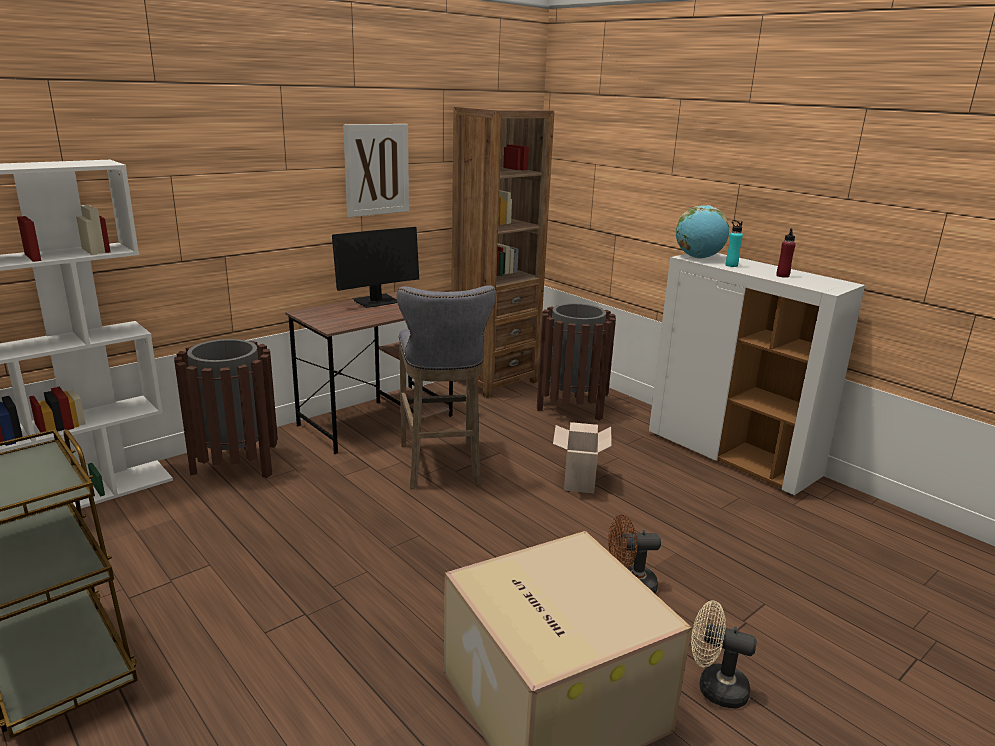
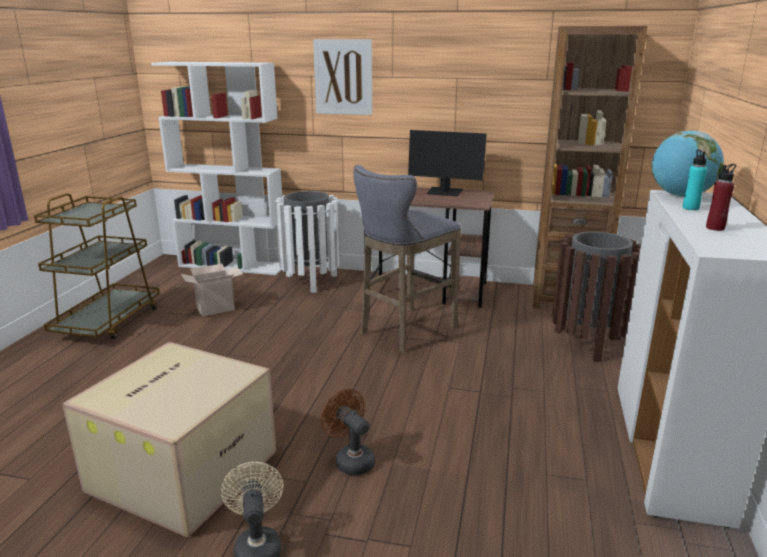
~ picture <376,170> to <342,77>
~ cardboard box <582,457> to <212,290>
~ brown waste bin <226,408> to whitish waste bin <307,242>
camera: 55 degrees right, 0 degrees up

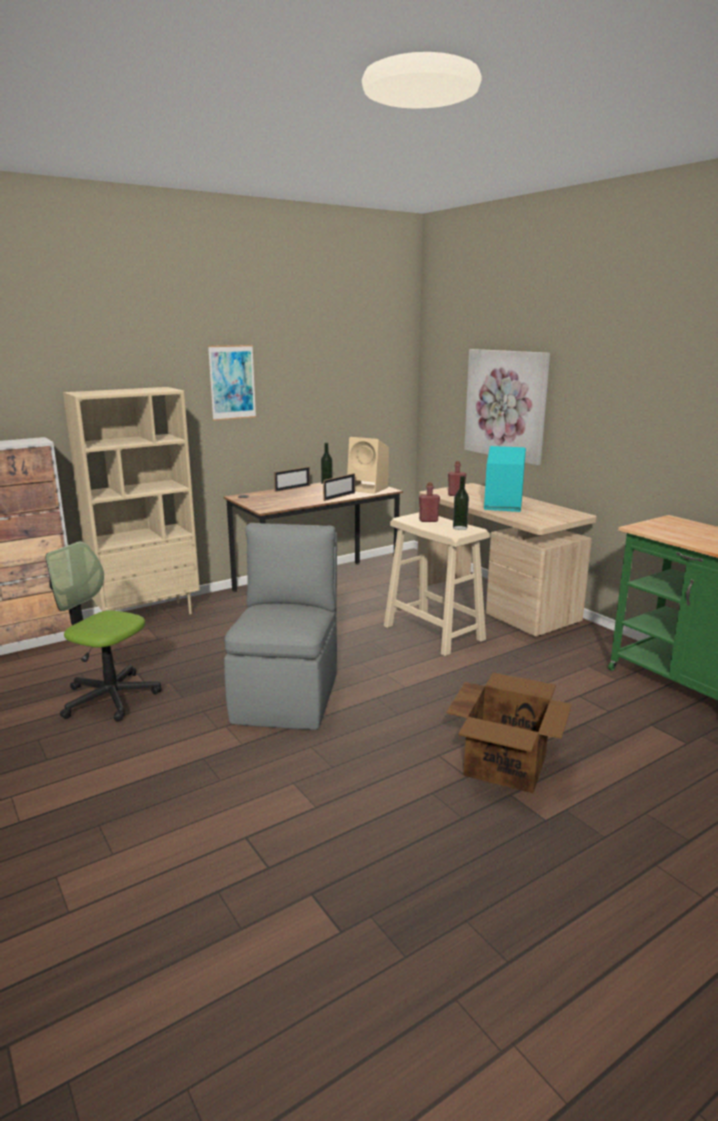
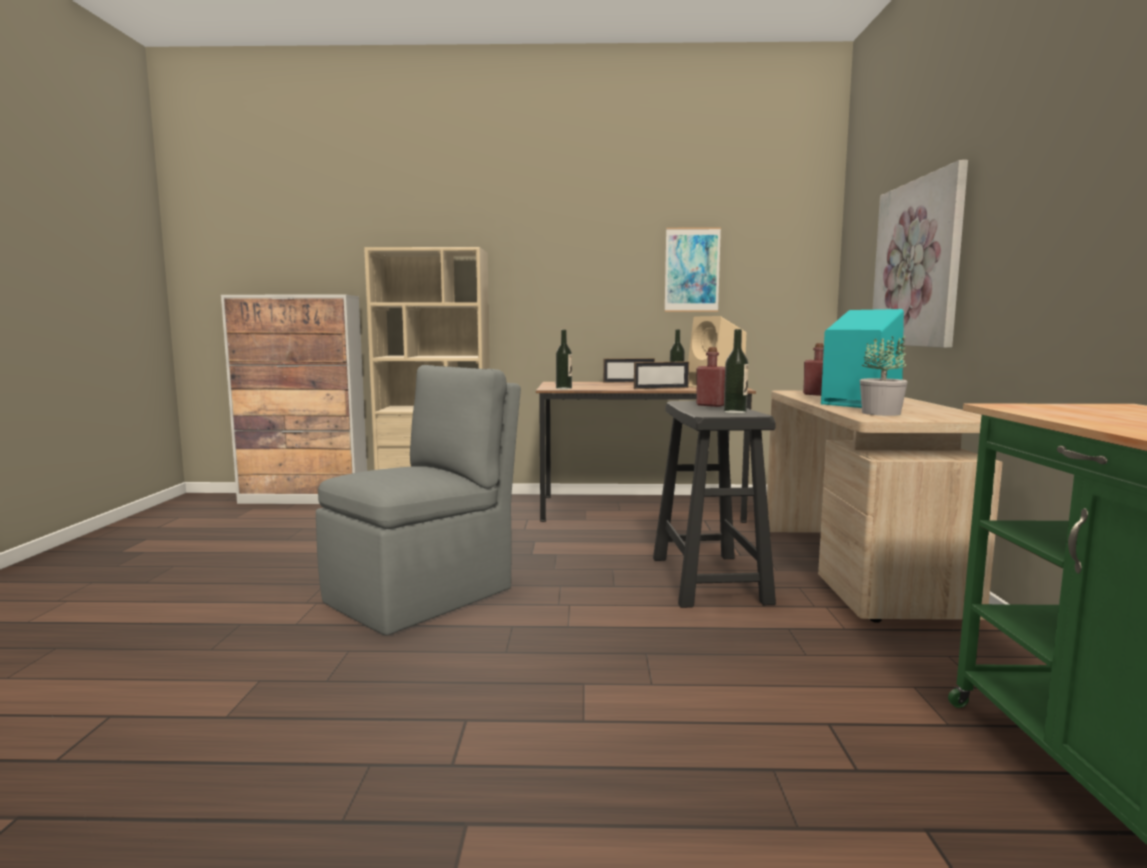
- desk chair <104,631>
- cardboard box <509,733>
+ beverage bottle <564,359>
+ potted plant <884,376>
~ picture <232,383> to <692,270>
~ beige-coloured stool seat <437,584> to black stool seat <714,504>
camera: 35 degrees right, 10 degrees down

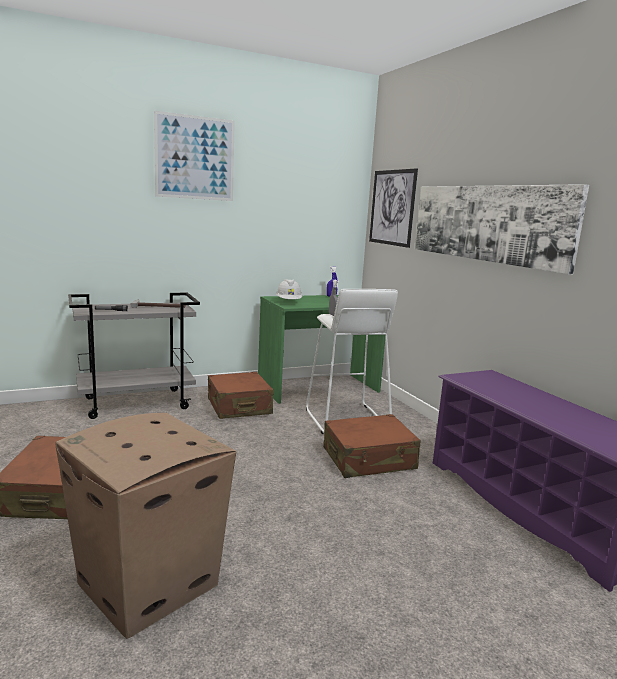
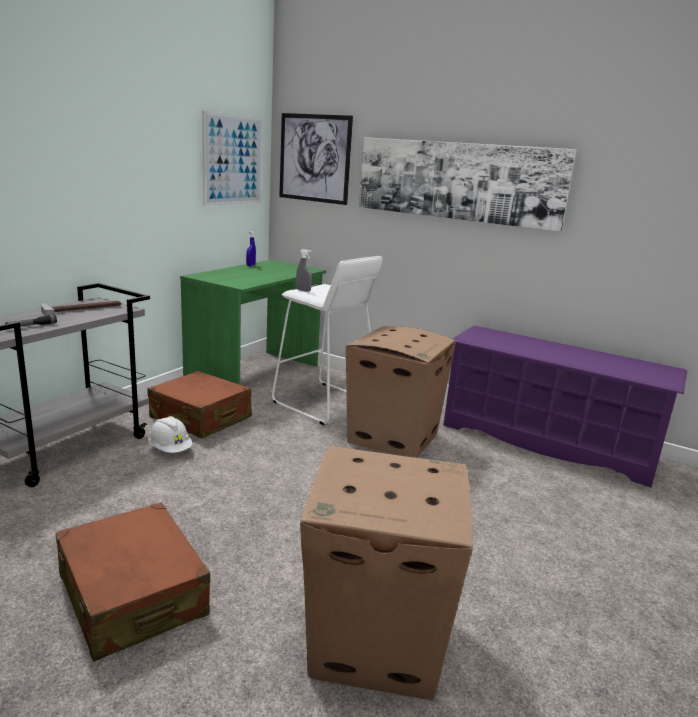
~ picture <194,156> to <232,158>
~ whitish hard hat <289,289> to <170,434>
~ brown travel case <372,446> to cardboard box <401,392>
camera: 35 degrees left, 5 degrees up

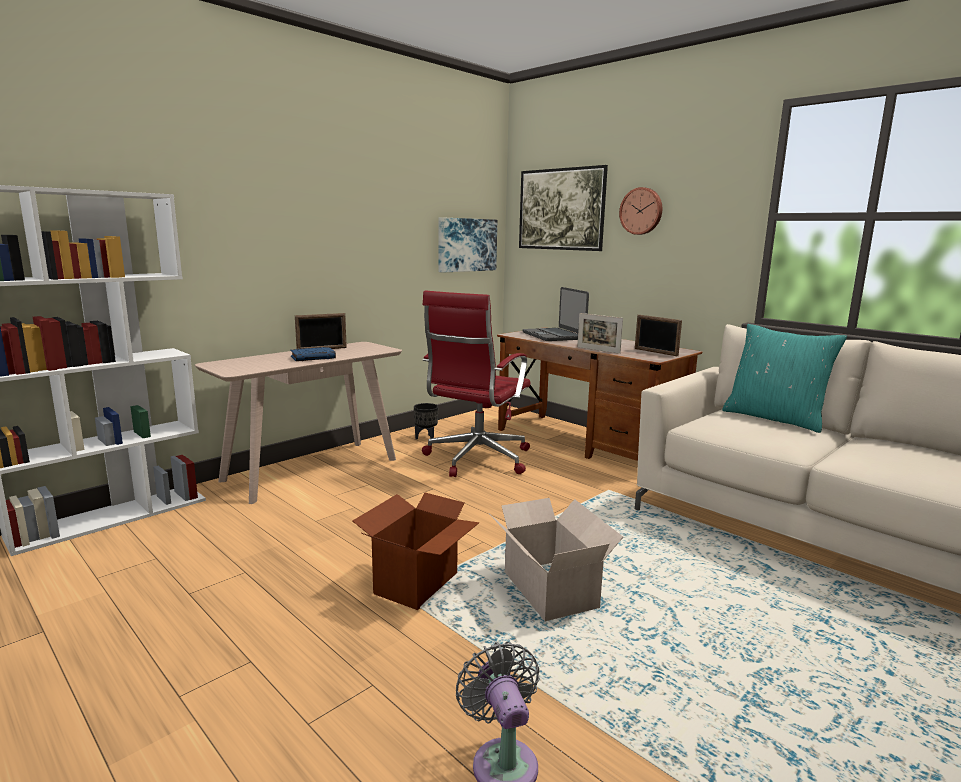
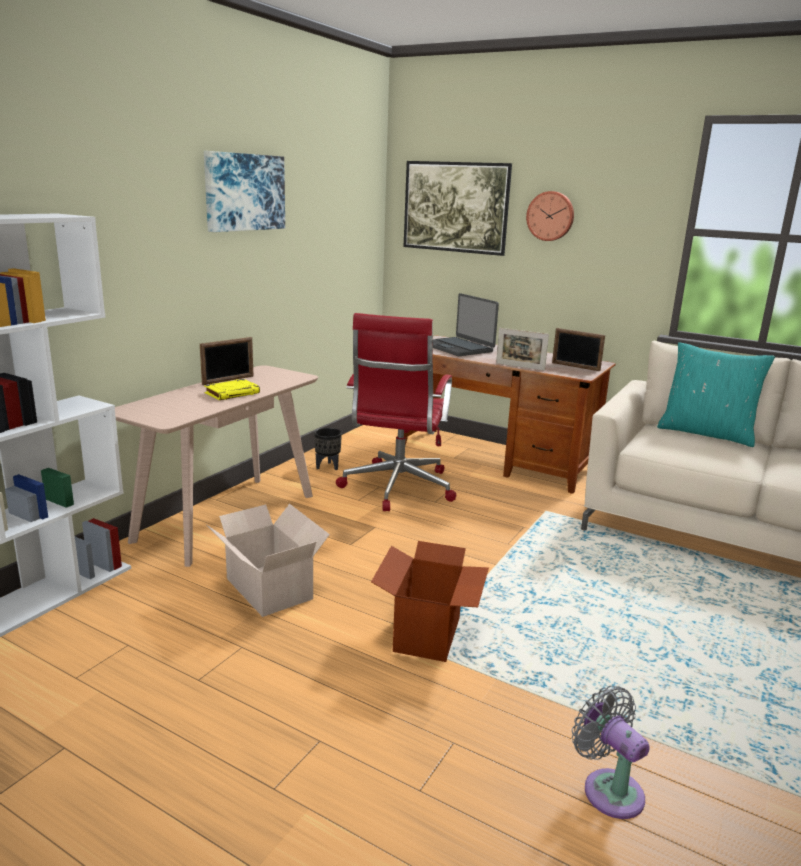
~ picture <467,245> to <244,191>
~ cardboard box <556,559> to <268,560>
~ bluish book <313,354> to yellow-coloured book <232,389>
camera: 15 degrees left, 5 degrees up

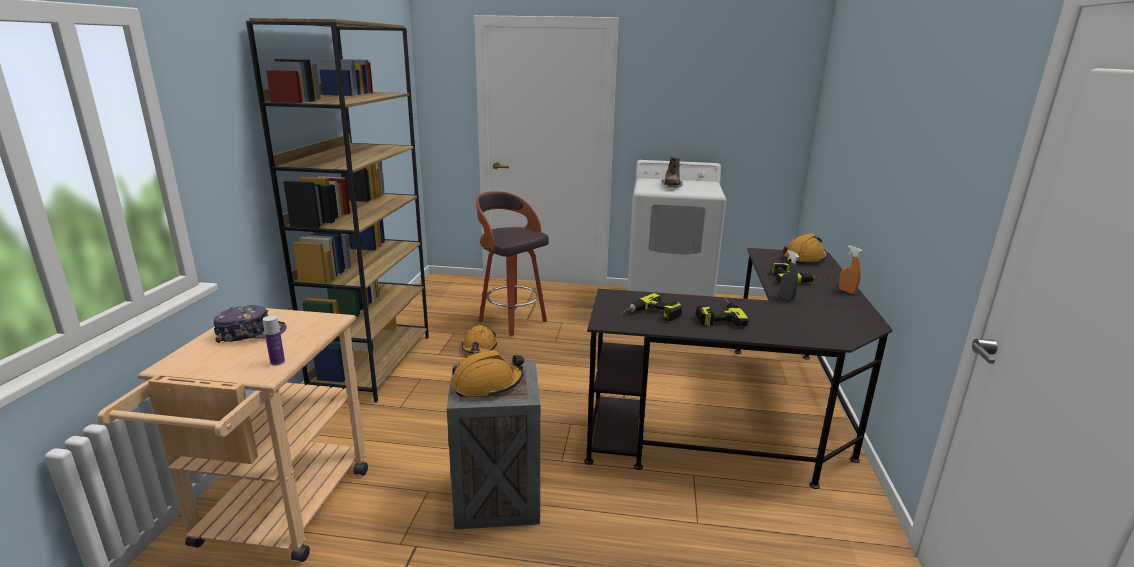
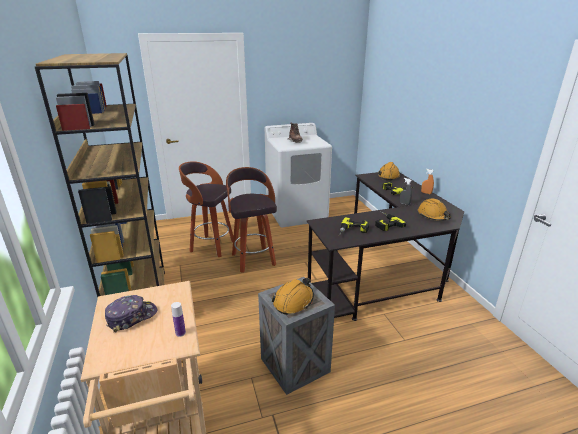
+ stool seat <251,220>
~ orange hard hat <479,339> to <434,209>
camera: 25 degrees left, 5 degrees up

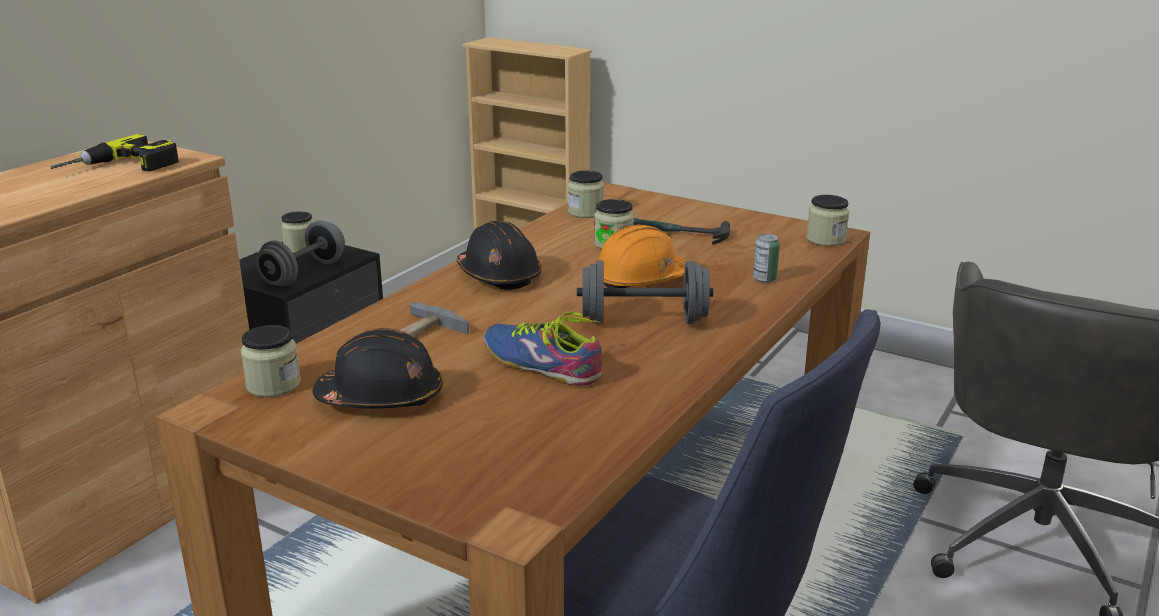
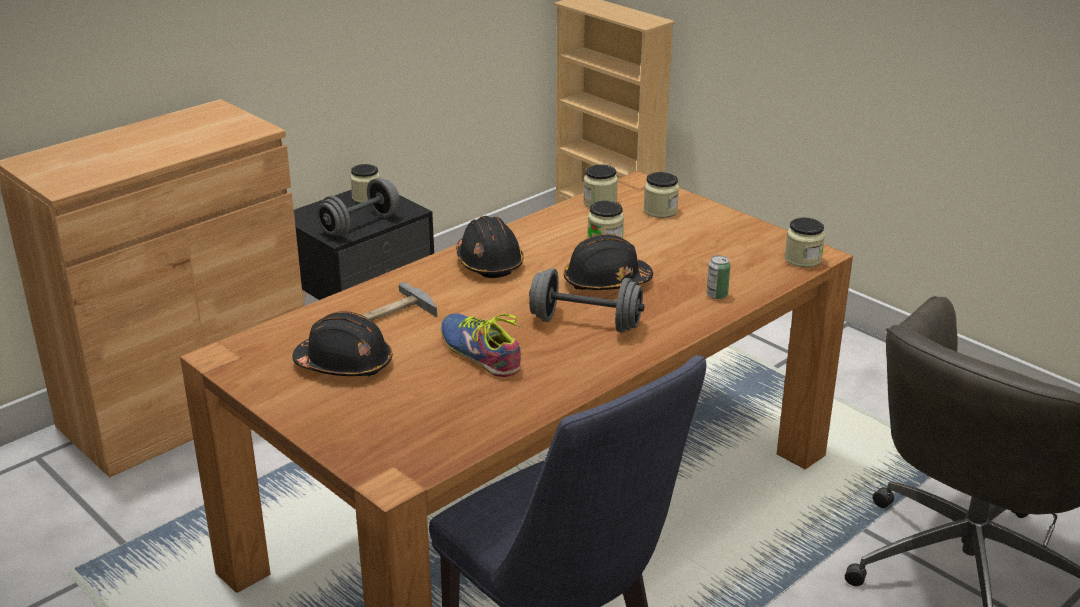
- power drill <115,152>
- hand hammer <682,231>
~ preserve jar <271,361> to <661,195>
~ orange hard hat <641,256> to black hard hat <608,262>
camera: 15 degrees right, 5 degrees up

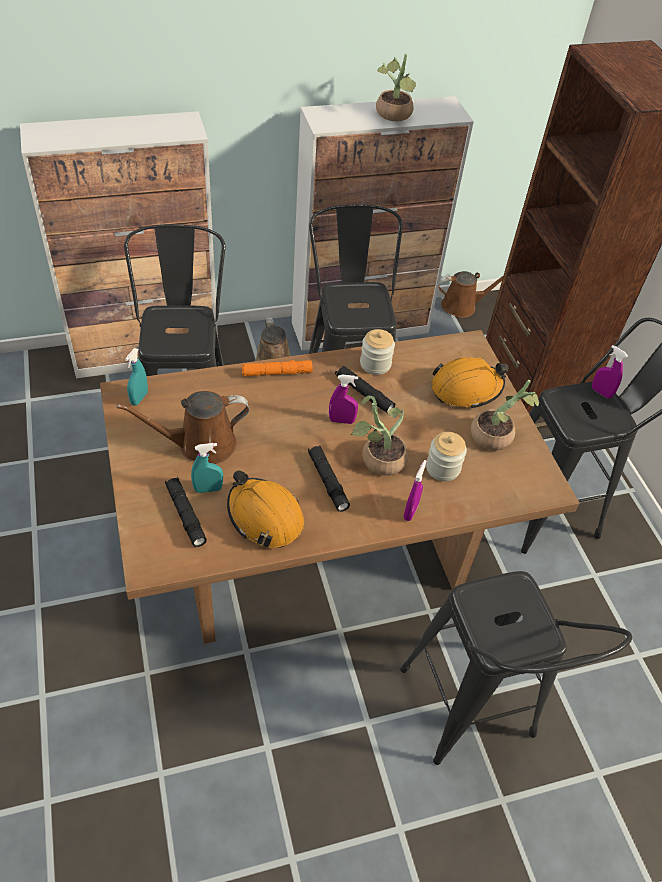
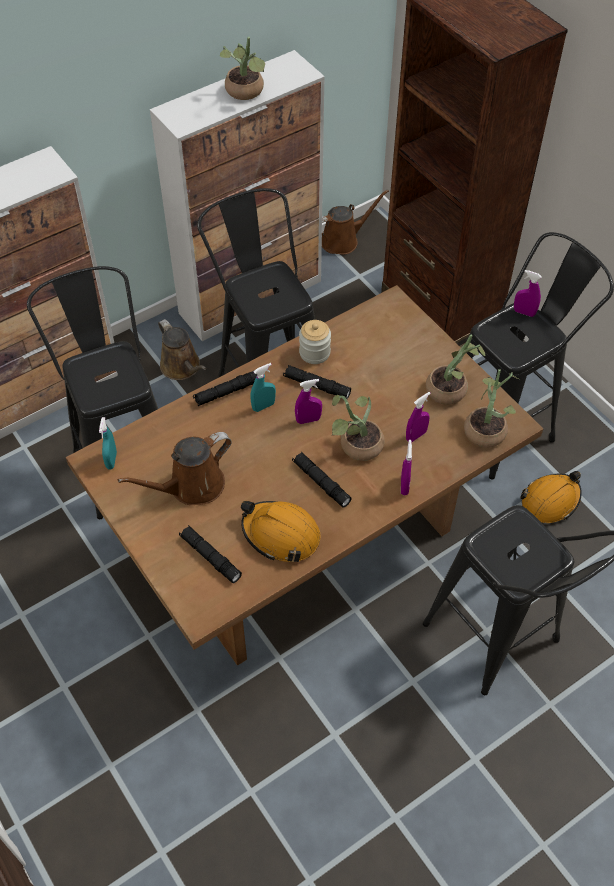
+ potted plant <491,408>
~ turquoise-coloured hand sprayer <207,468> to <263,387>
~ orange hard hat <470,383> to <551,497>
~ preserve jar <446,456> to purple hand sprayer <418,417>
~ orange flashlight <277,368> to black flashlight <225,388>
camera: 15 degrees left, 5 degrees up

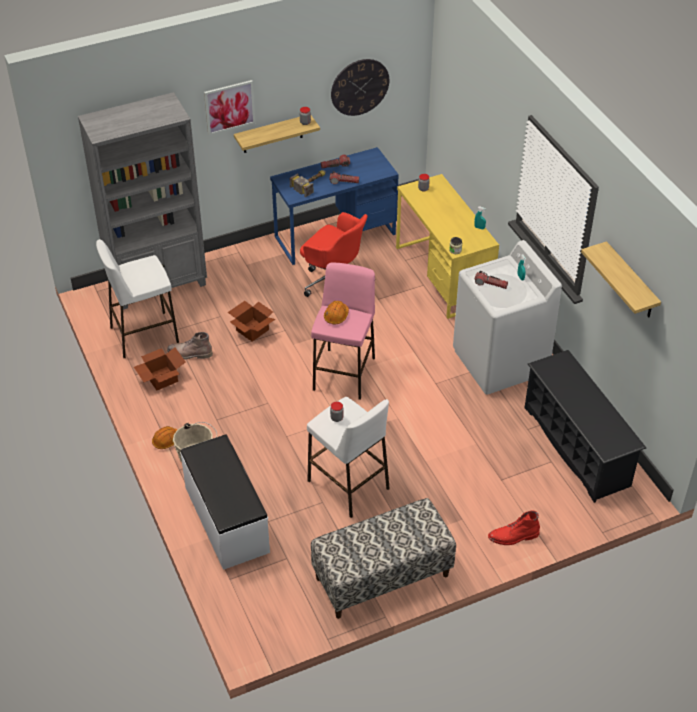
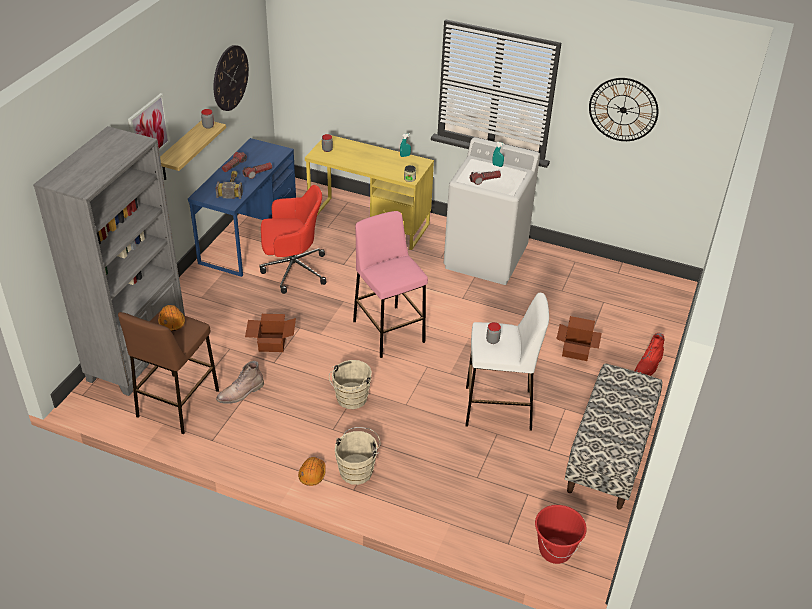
- whitish long seat <225,502>
- black shoe stand <585,426>
+ beige-coloured pail <350,384>
+ red-coloured pail <561,534>
~ cardboard box <160,369> to <579,338>
~ orange hard hat <336,313> to <171,318>
~ wall shelf <621,279> to clock on the wall <624,109>
~ whitish stool seat <137,298> to brown stool seat <168,372>
camera: 45 degrees left, 5 degrees down

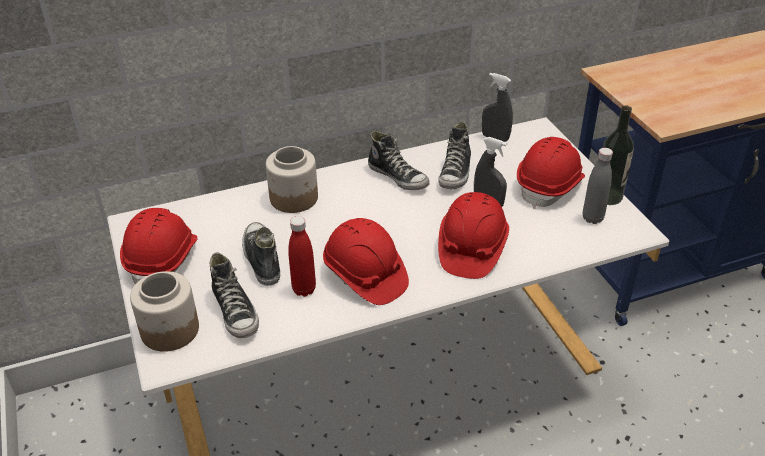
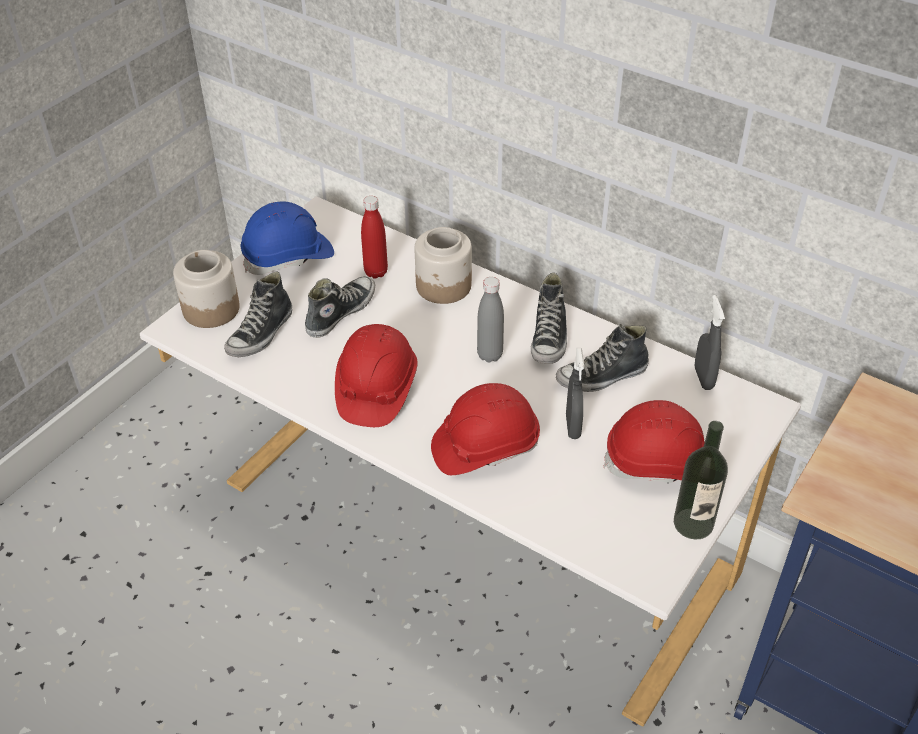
~ red-coloured beverage bottle <302,256> to <374,237>
~ grey beverage bottle <598,186> to <490,319>
~ red-coloured hard hat <158,246> to bluish hard hat <287,238>
camera: 55 degrees right, 5 degrees up

